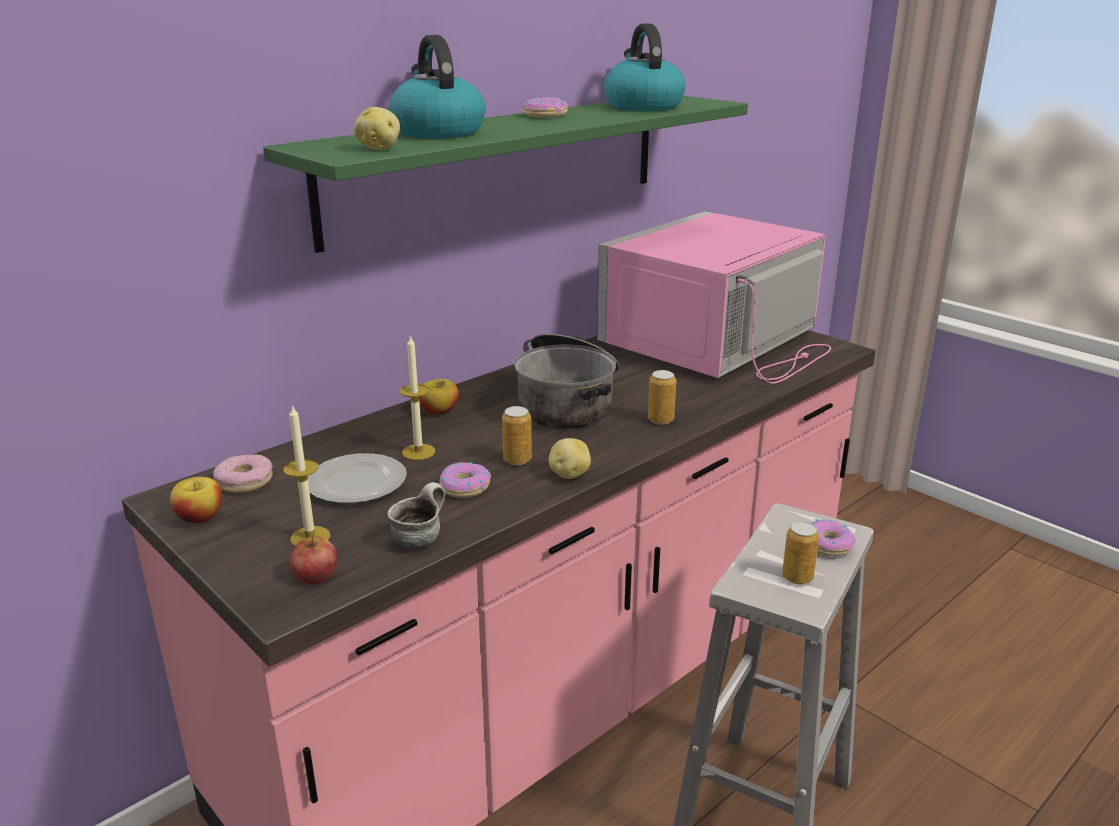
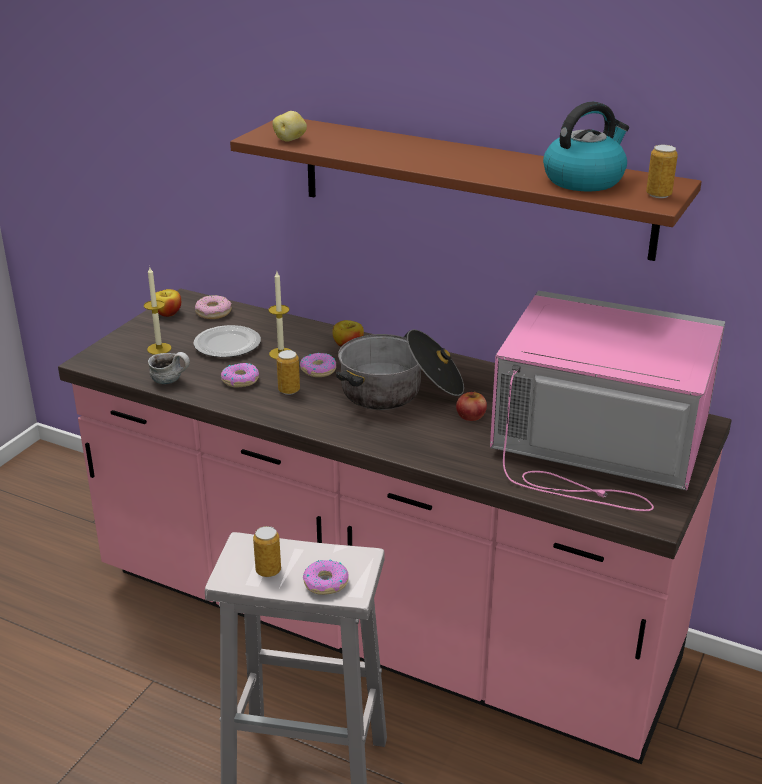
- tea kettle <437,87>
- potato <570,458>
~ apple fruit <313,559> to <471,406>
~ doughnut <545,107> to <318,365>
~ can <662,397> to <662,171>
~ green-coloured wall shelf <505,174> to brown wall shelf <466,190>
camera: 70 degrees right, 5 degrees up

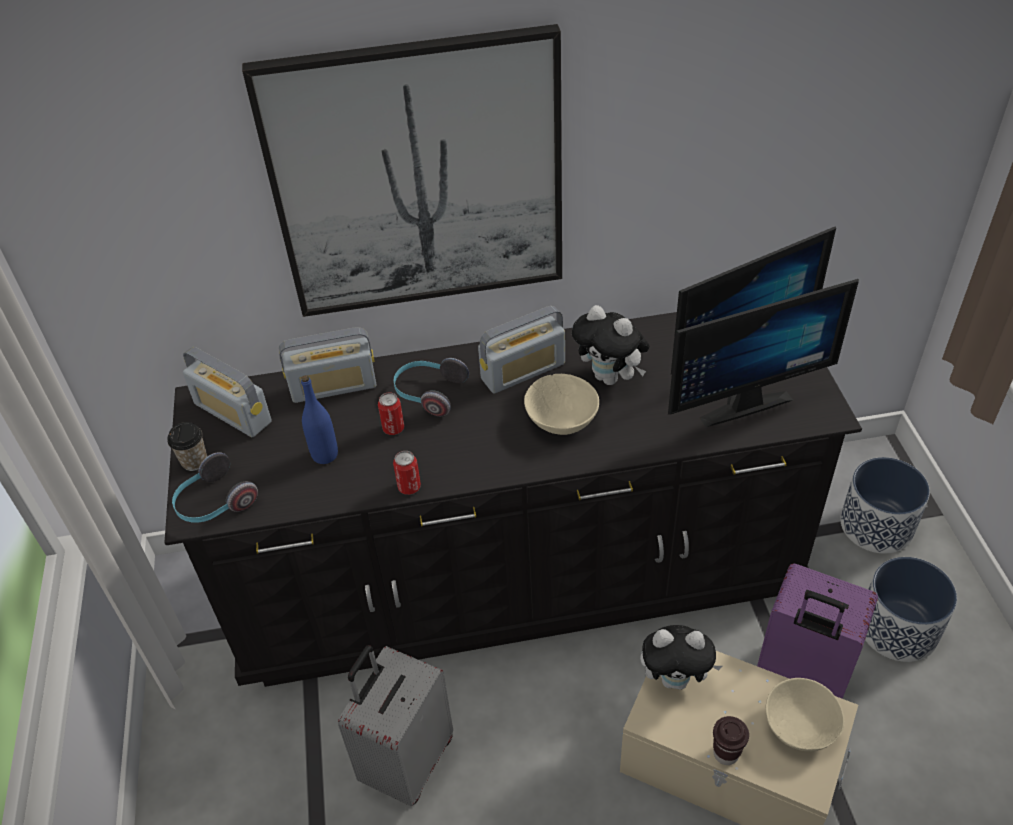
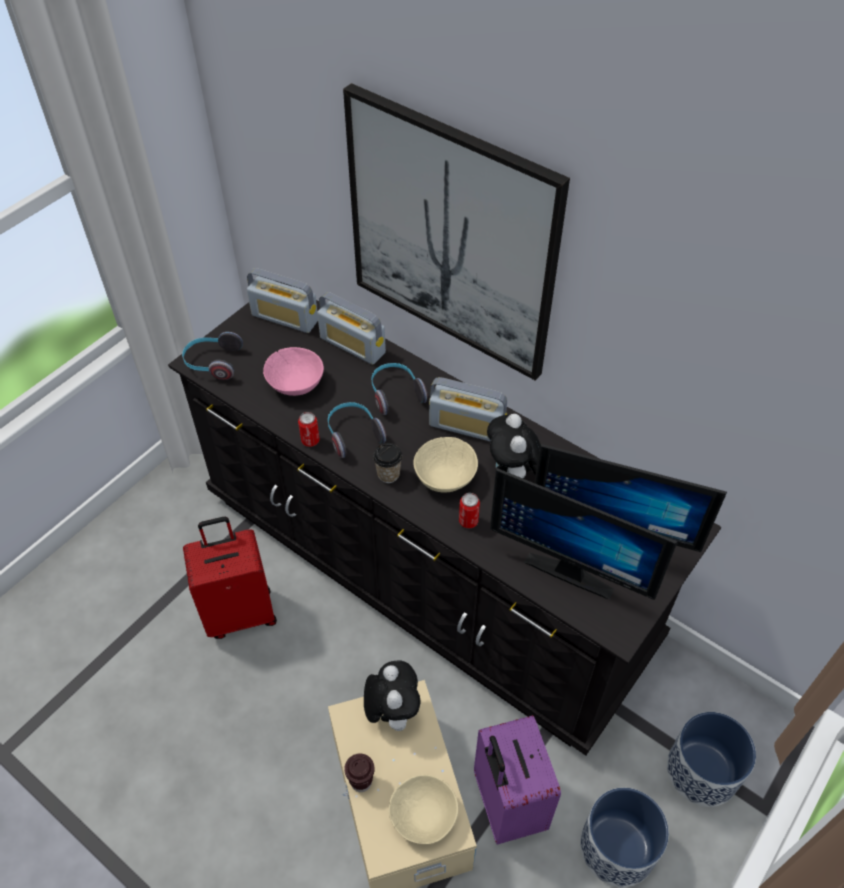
+ headphones <357,430>
~ drinking cup <187,446> to <388,463>
~ can <391,414> to <469,510>
~ bluish beverage bottle <319,419> to pink-coloured deep dish <293,371>
~ grey travel case <395,726> to red-coloured travel case <230,578>
~ radio set <227,392> = <282,300> 60 degrees counterclockwise
~ plush toy <681,657> = <392,695> 150 degrees counterclockwise
camera: 45 degrees right, 5 degrees up

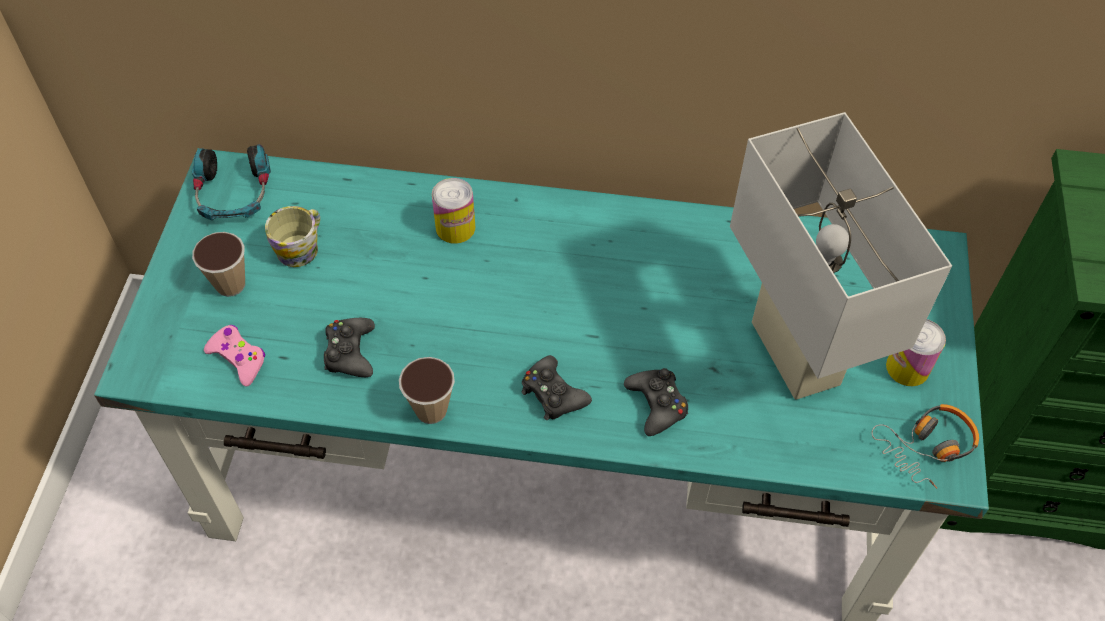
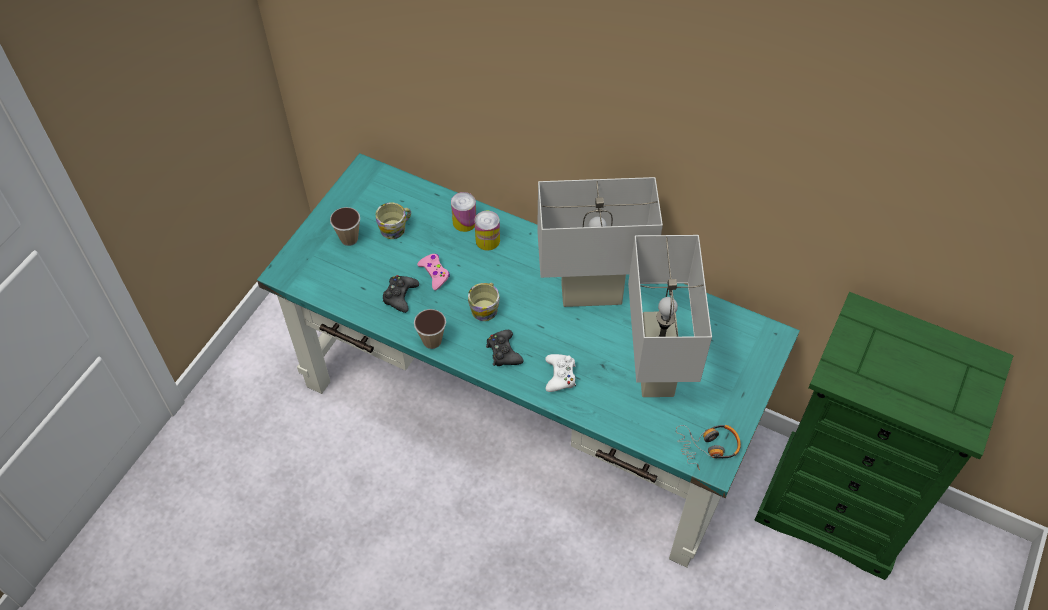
- headphones <231,182>
+ coffee mug <484,302>
+ whitish table lamp <600,242>
~ pink-coloured joypad <234,356> to <433,272>
~ can <916,352> to <463,212>
~ black joypad <656,402> to whitish joypad <560,373>
camera: 20 degrees right, 0 degrees up

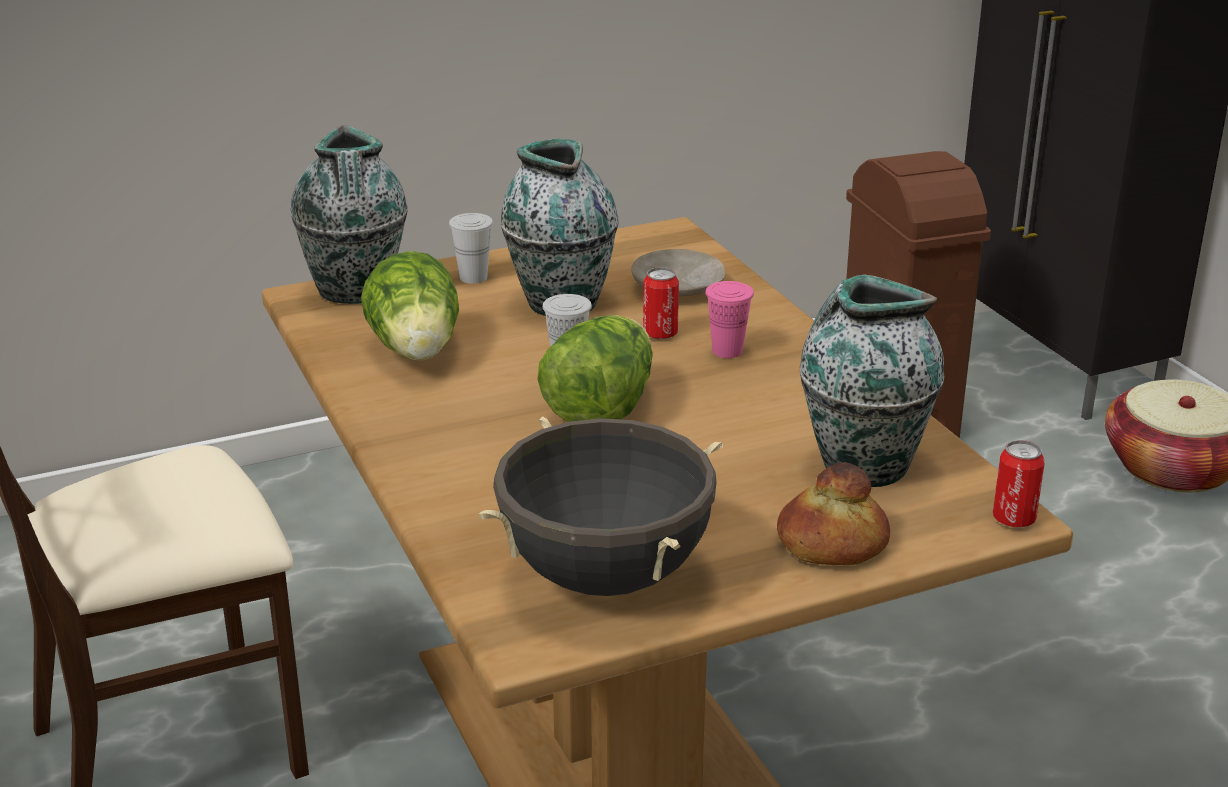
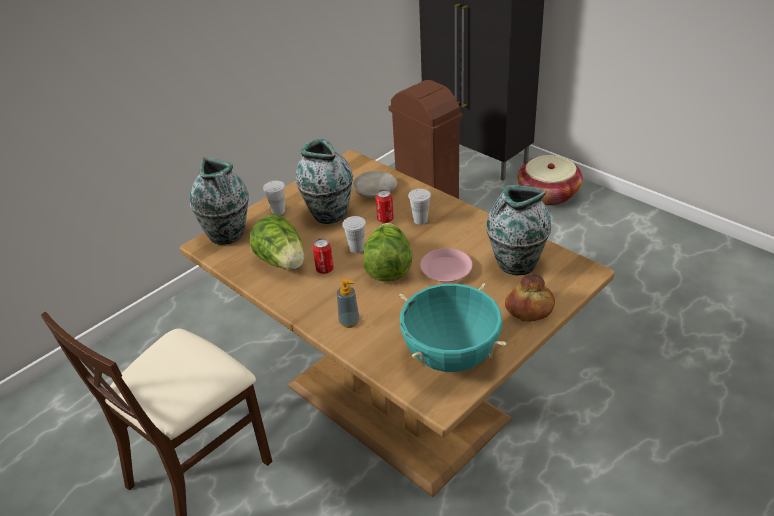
+ soap dispenser <348,303>
+ pink-coloured plate <446,265>
~ can <1019,483> to <323,256>
~ black cooking pot <601,506> to turquoise-coloured cooking pot <453,327>
~ pink-coloured drinking cup <729,319> to whitish drinking cup <419,207>
camera: 20 degrees left, 10 degrees up

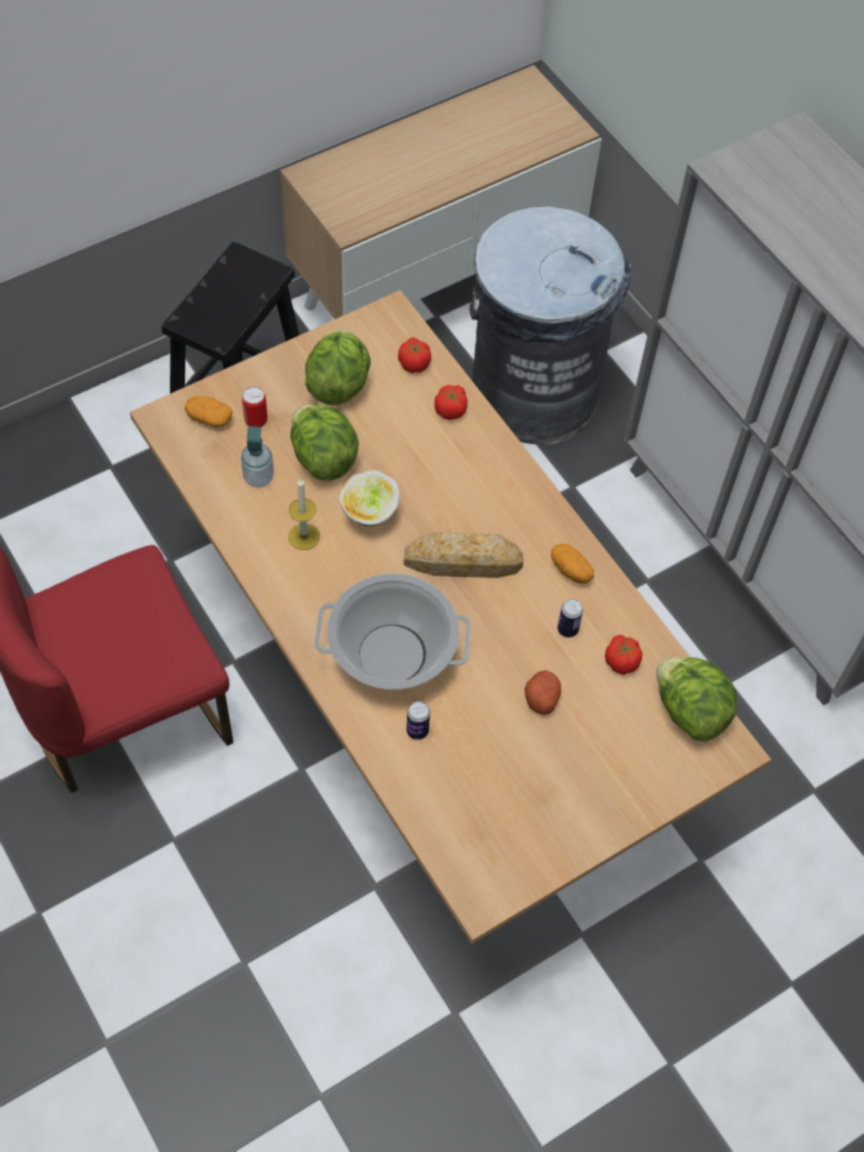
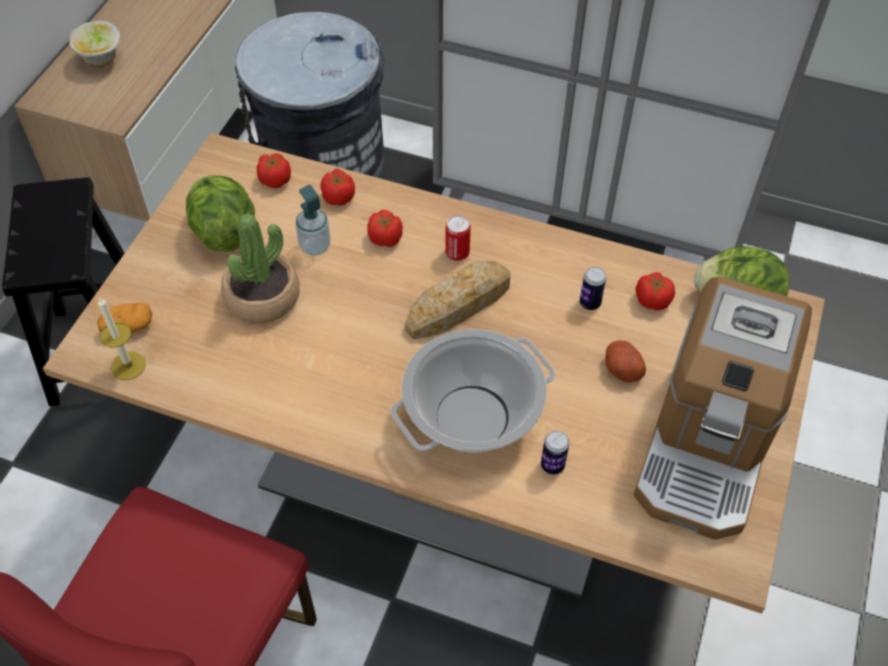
- potato <572,563>
+ whole tomato <385,228>
+ coffee maker <722,408>
~ soap dispenser <257,457> to <313,220>
~ can <255,406> to <458,238>
~ wax candle <304,514> to <122,338>
~ deep dish <369,498> to <94,44>
~ lettuce head <325,443> to potted plant <260,268>
camera: 35 degrees left, 5 degrees down

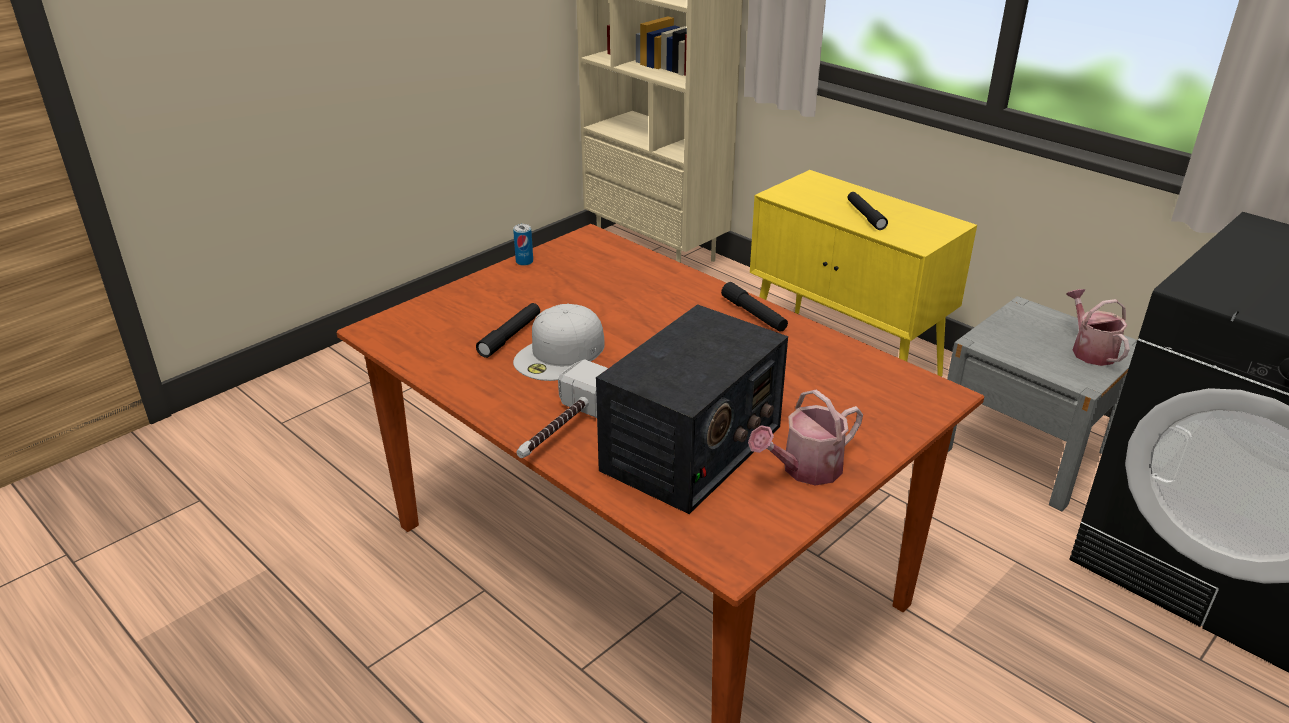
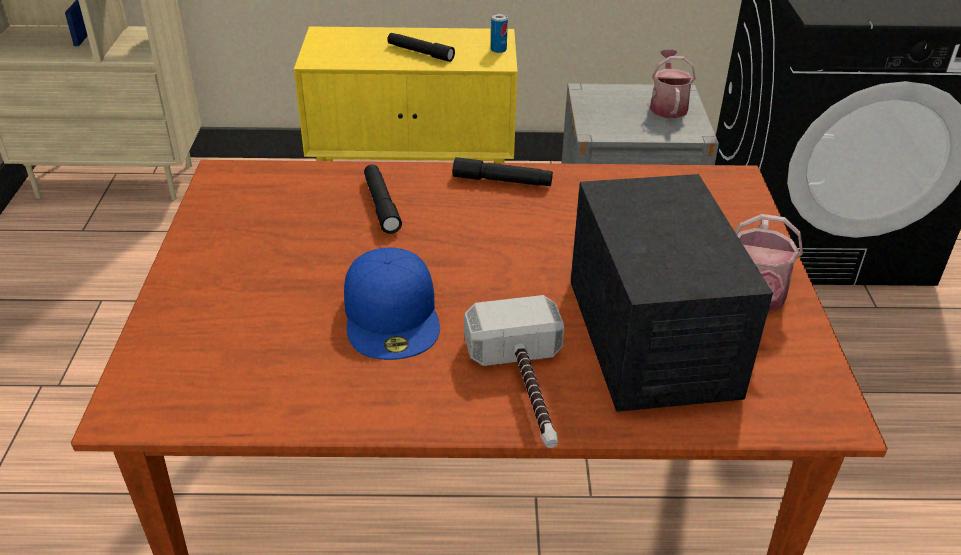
~ black flashlight <508,330> to <383,199>
~ can <523,245> to <499,33>
~ whitish peaked cap <559,342> to bluish peaked cap <392,303>
~ sprinkling can <1098,327> = <673,83> 60 degrees clockwise
camera: 45 degrees left, 5 degrees up

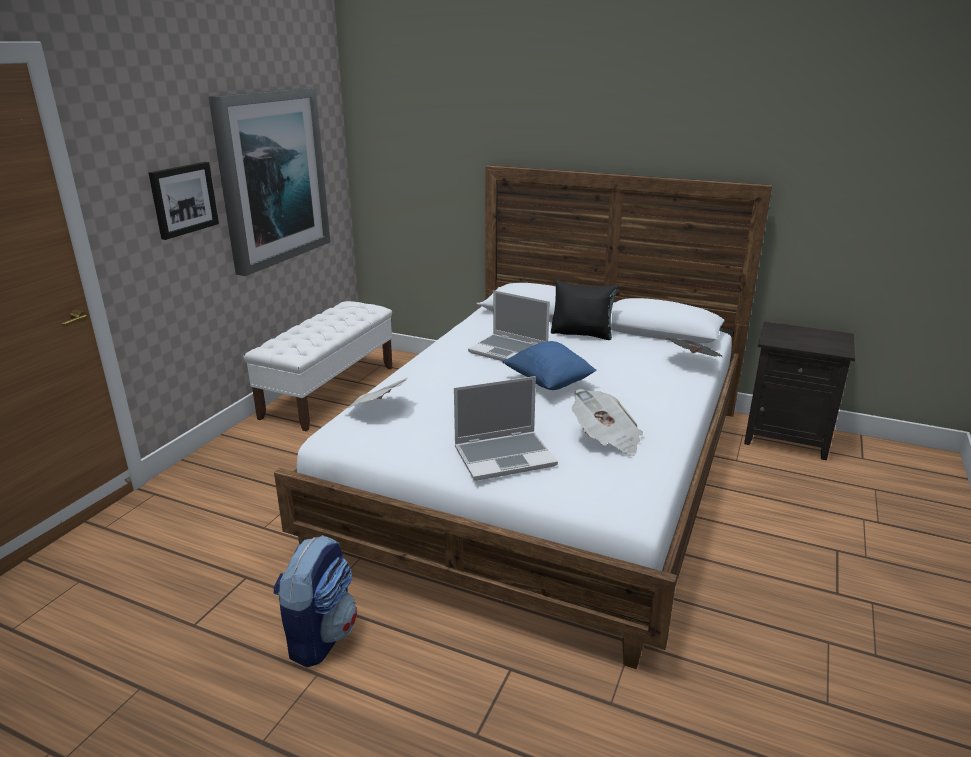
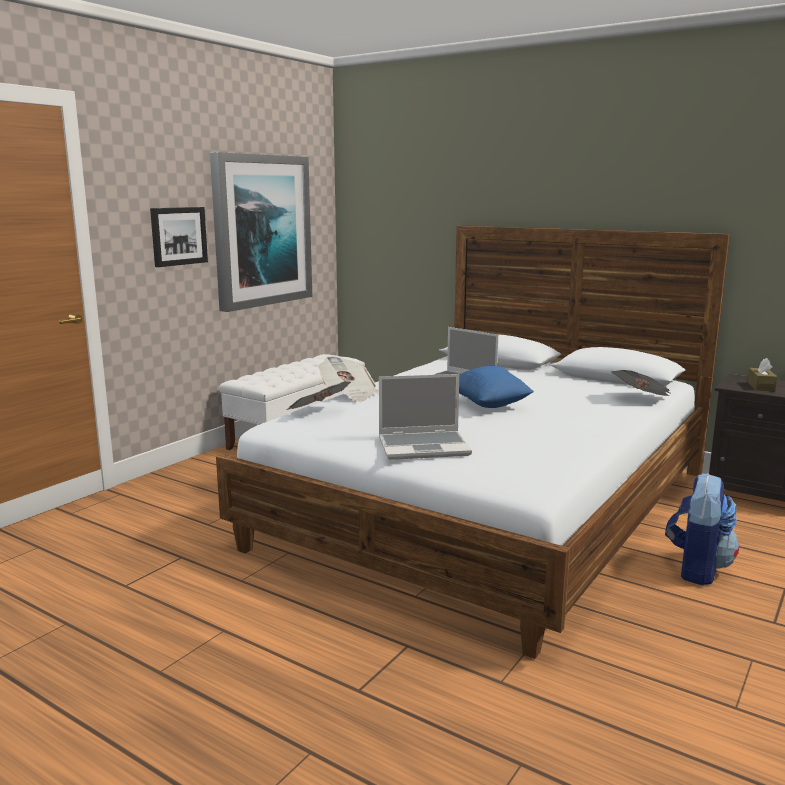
- black pillow <585,310>
+ brown tissue box <762,374>
~ knapsack <315,601> to <702,529>
~ printed paper <607,422> to <348,379>
camera: 10 degrees right, 10 degrees down

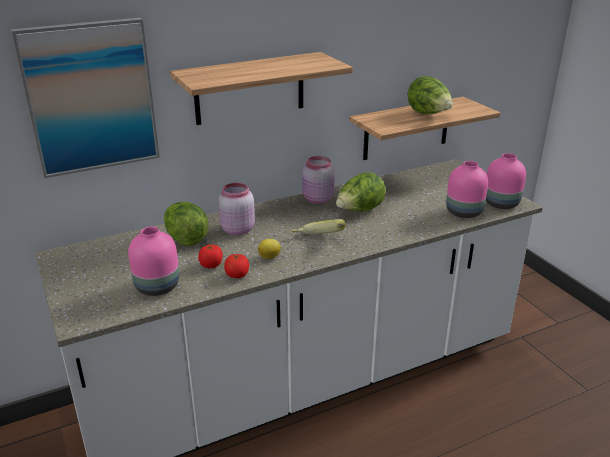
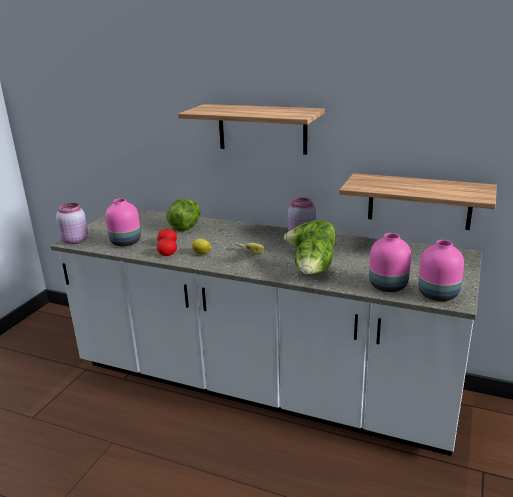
- picture <85,98>
~ pink-coloured preserve jar <236,209> to <72,223>
~ lettuce head <430,95> to <314,255>
camera: 50 degrees right, 5 degrees down

